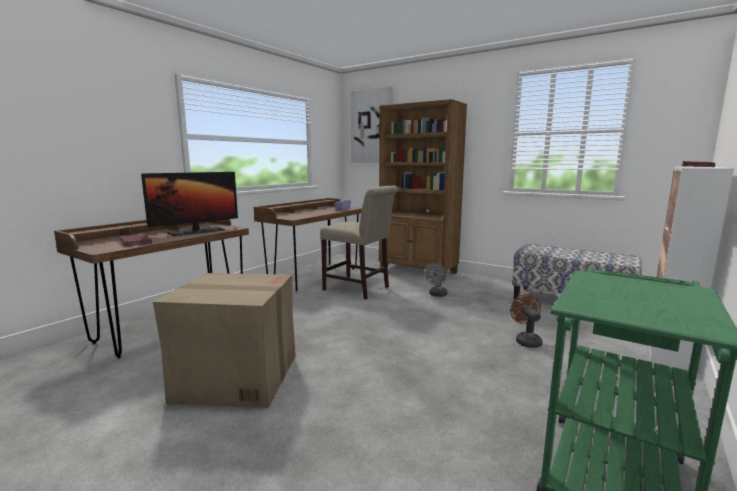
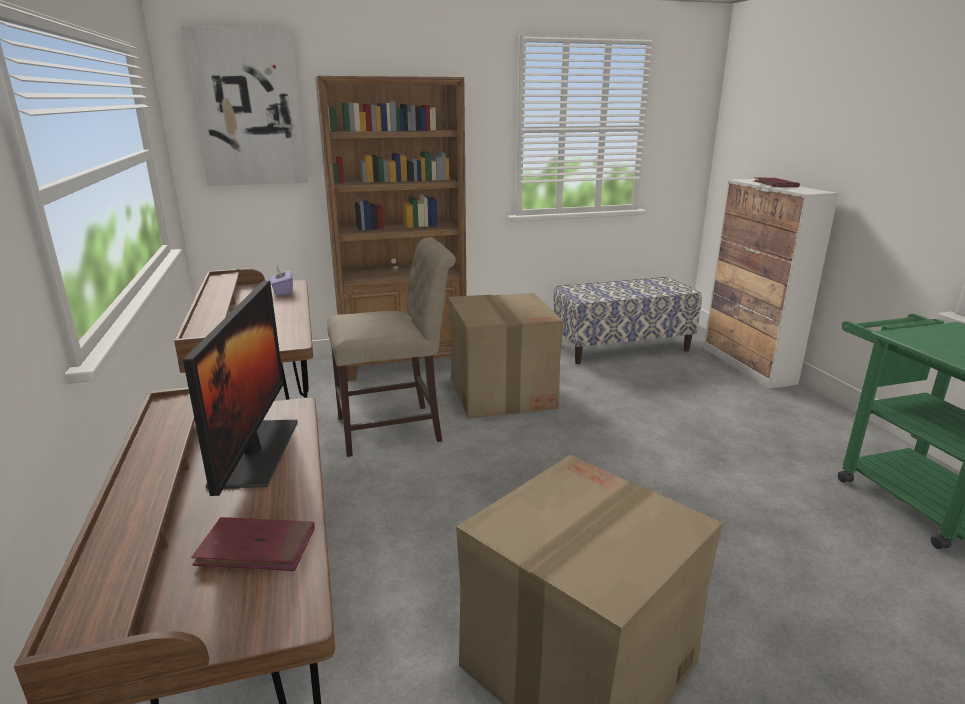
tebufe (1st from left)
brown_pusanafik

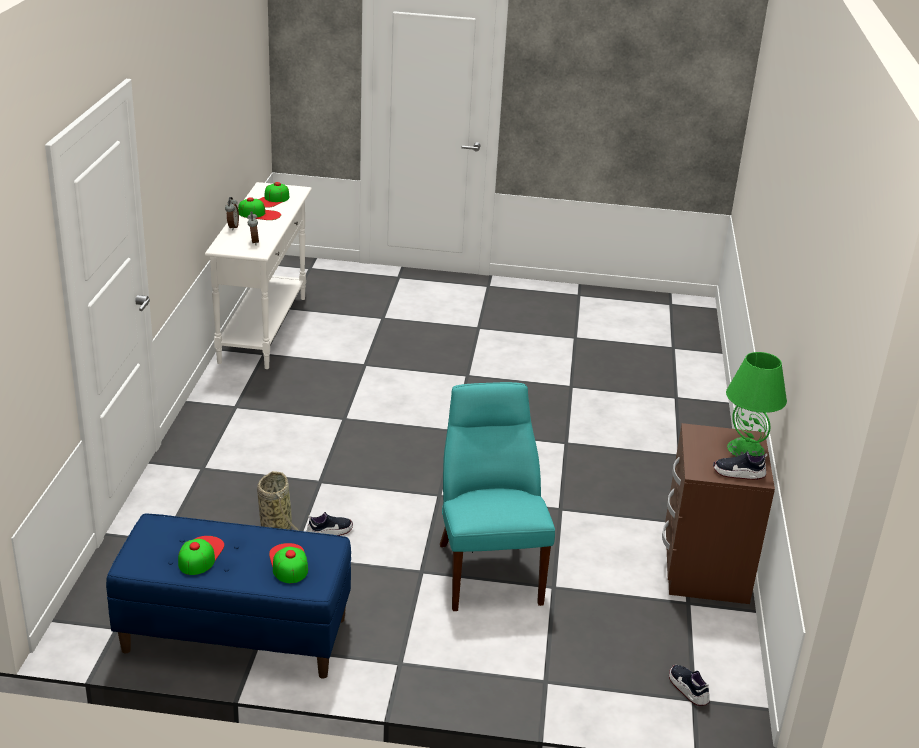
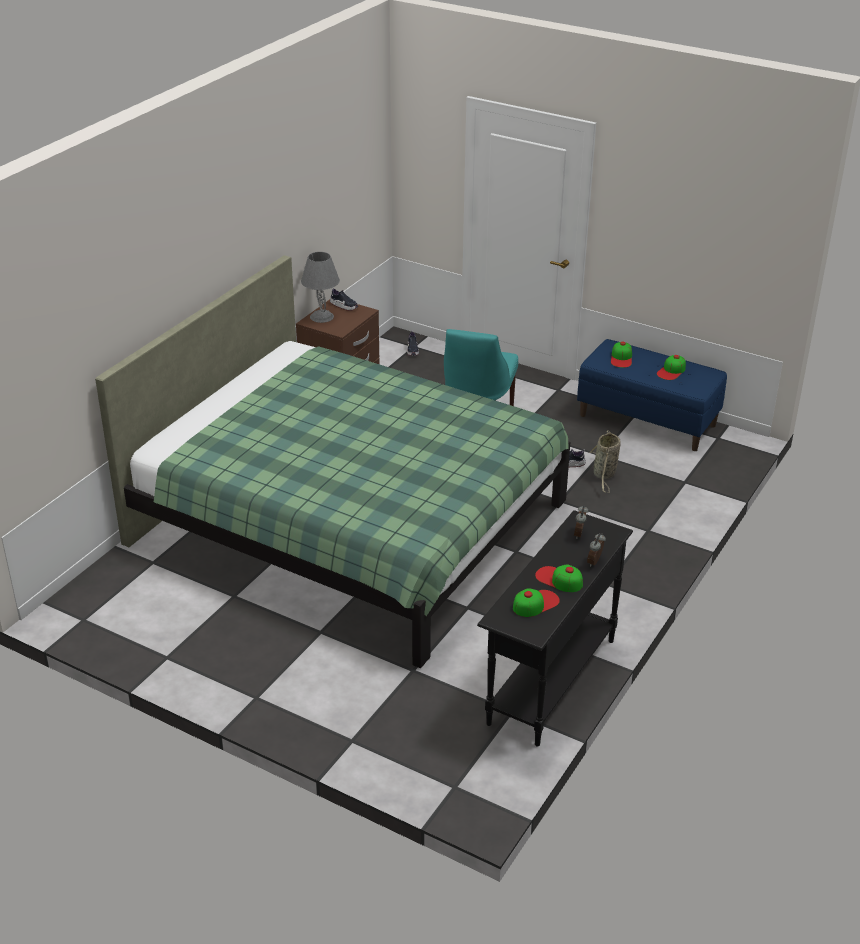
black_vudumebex
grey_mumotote
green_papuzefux

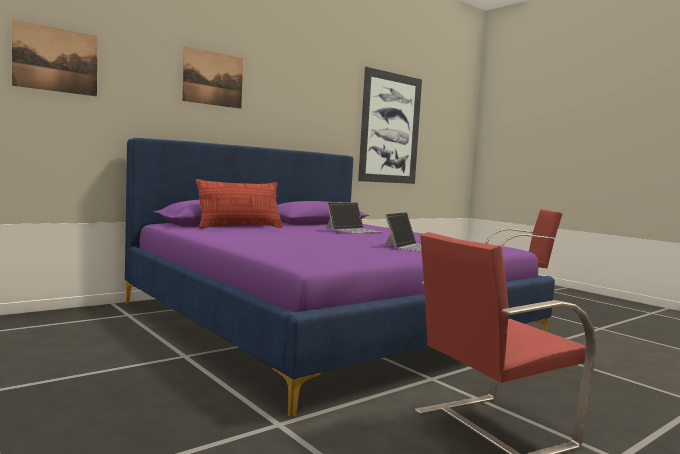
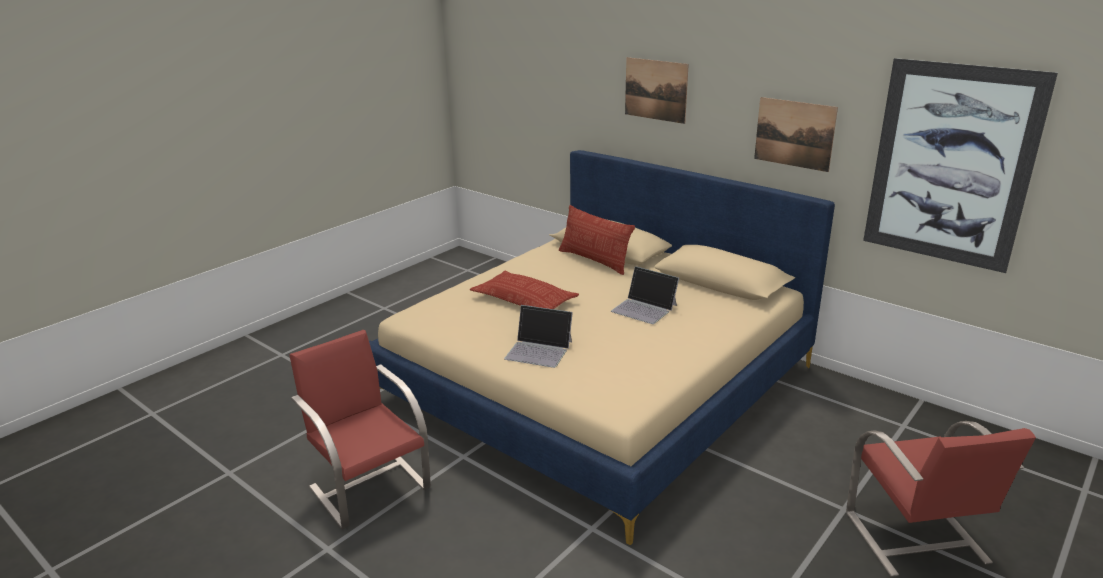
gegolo (2nd from left)
beige_papuzefux
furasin (1st from left)

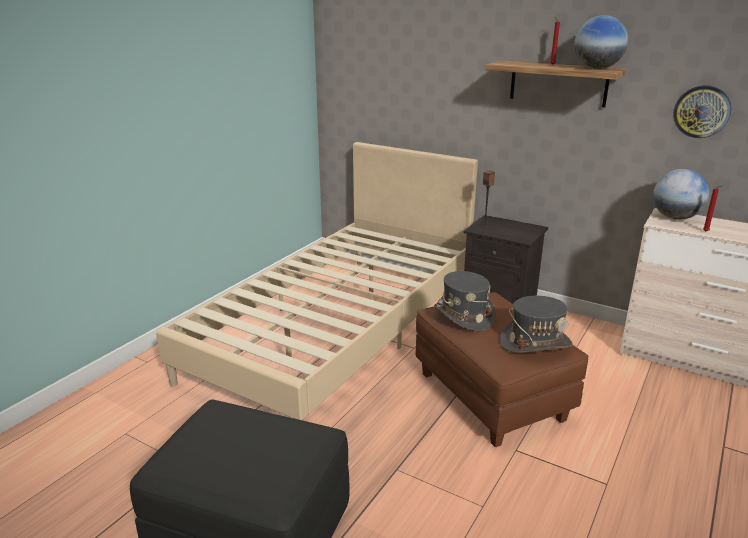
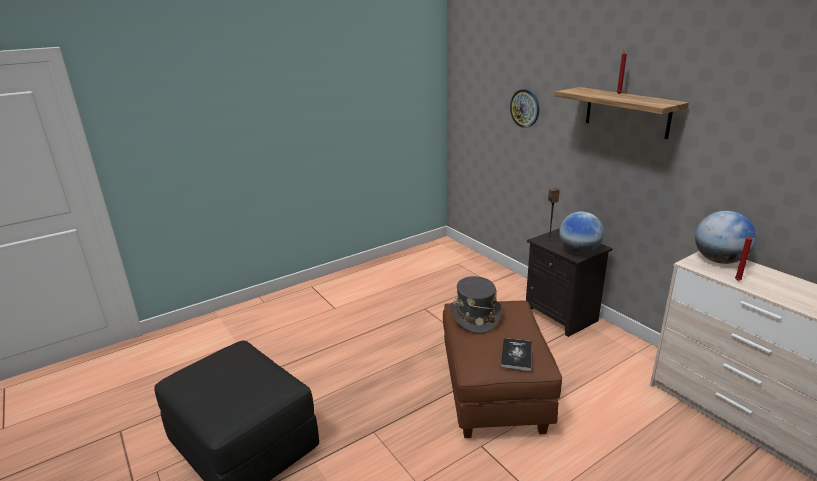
beige_papuzefux
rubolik
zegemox (1st from left)
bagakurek

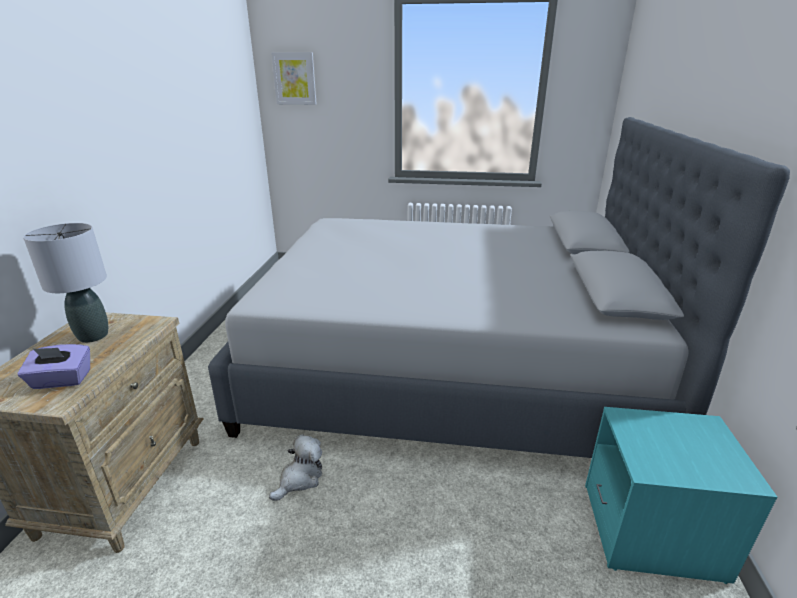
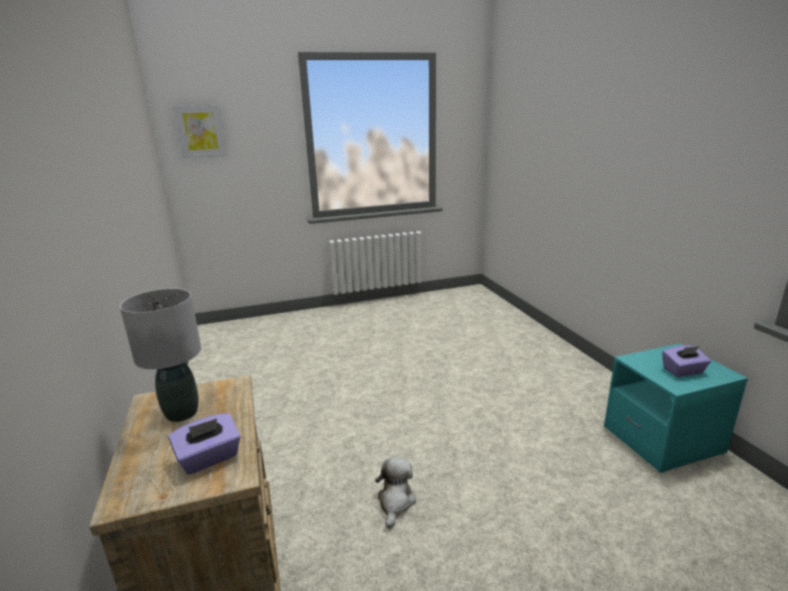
grey_papuzefux
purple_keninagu (2nd from left)

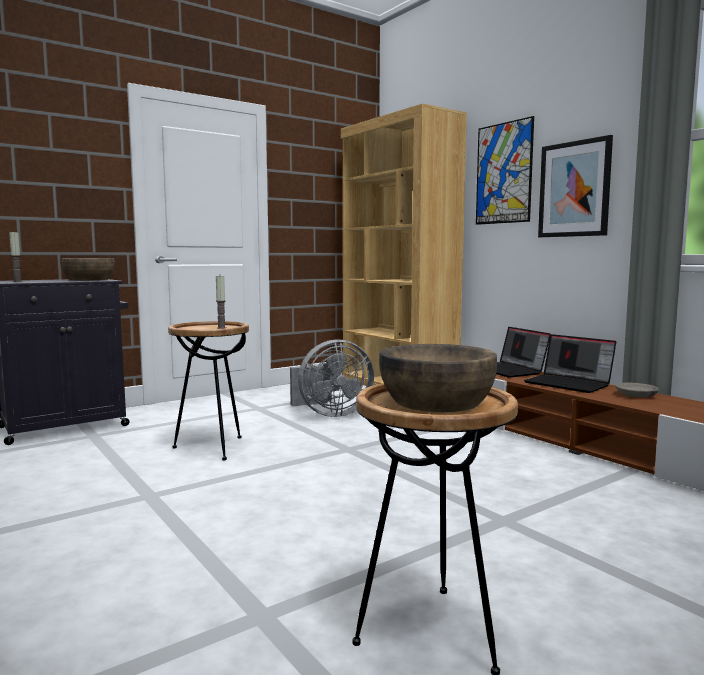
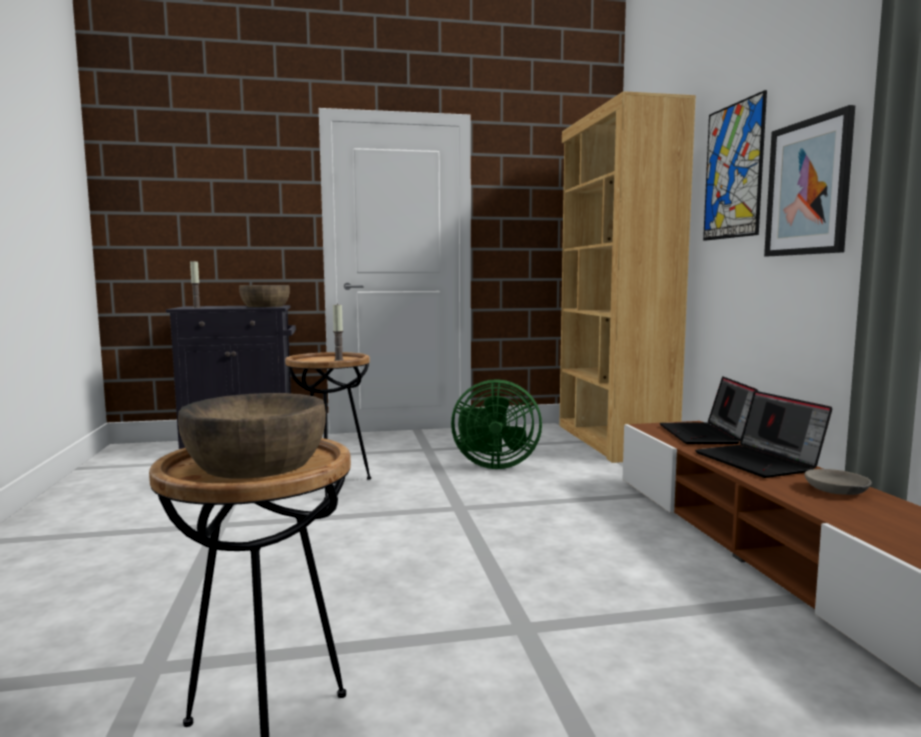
green_pusanafik

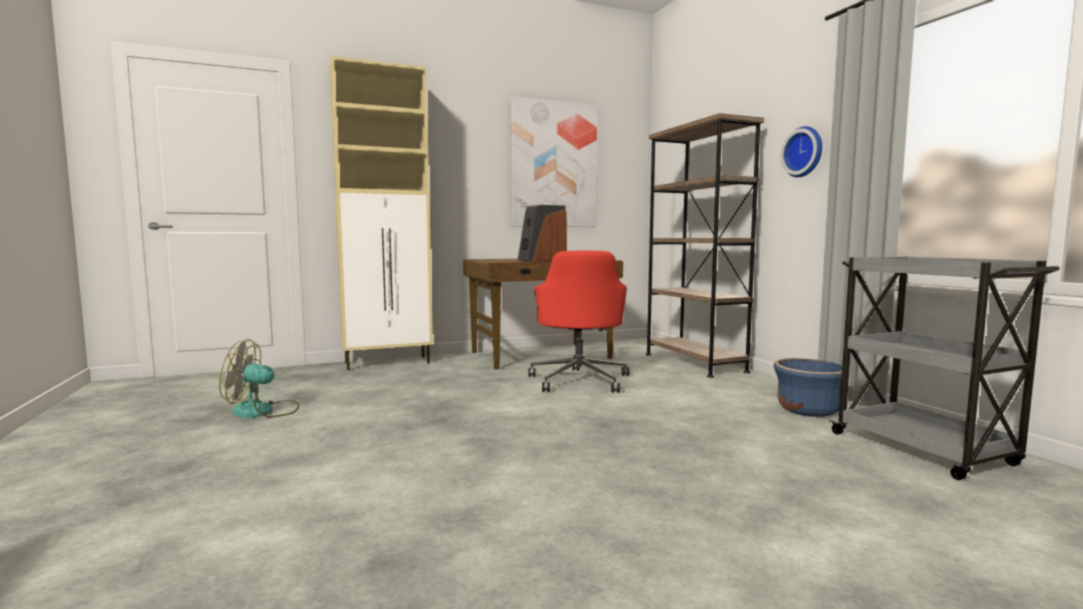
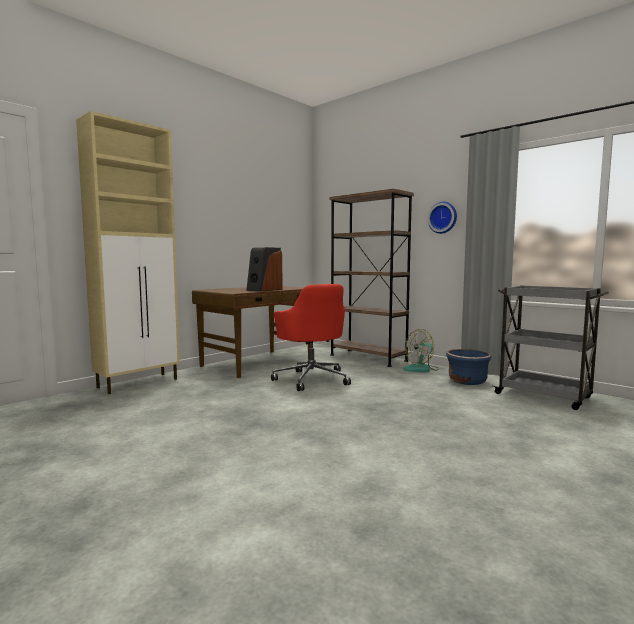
pusanafik
gegolo

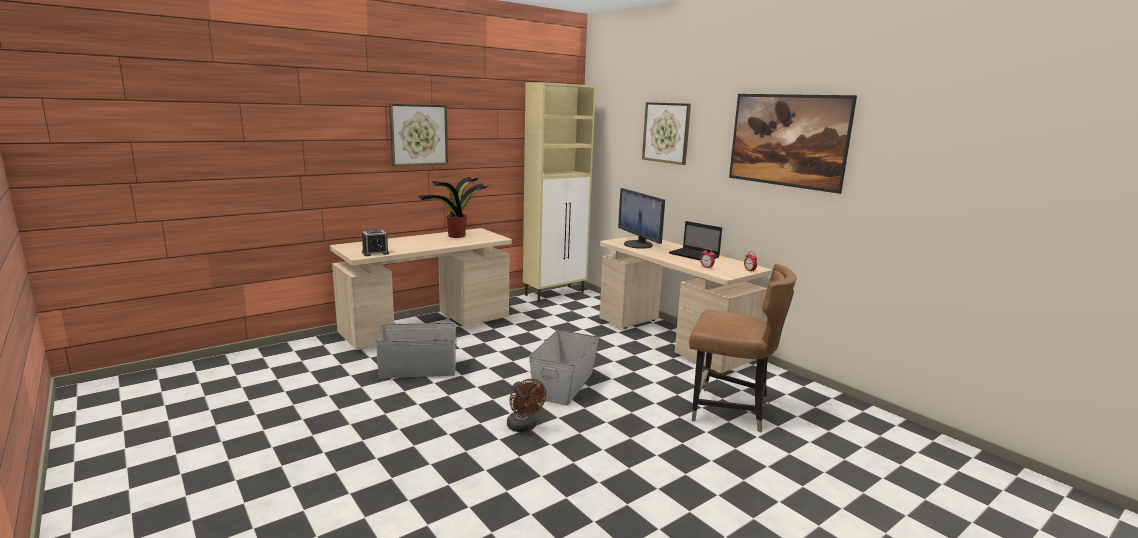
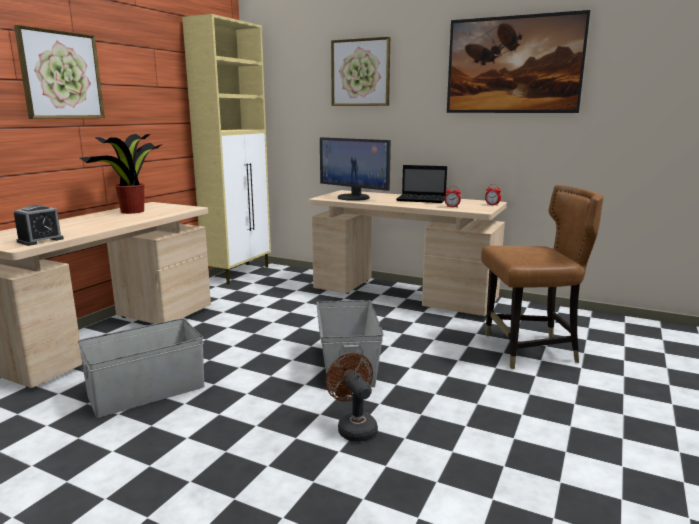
brown_pusanafik

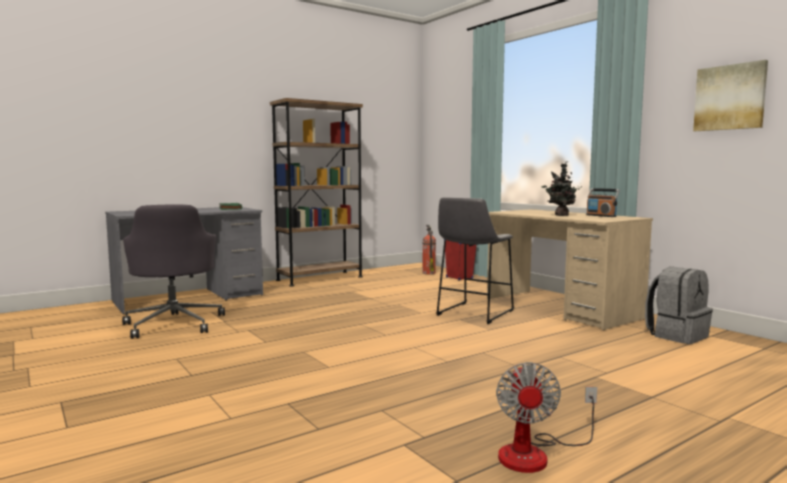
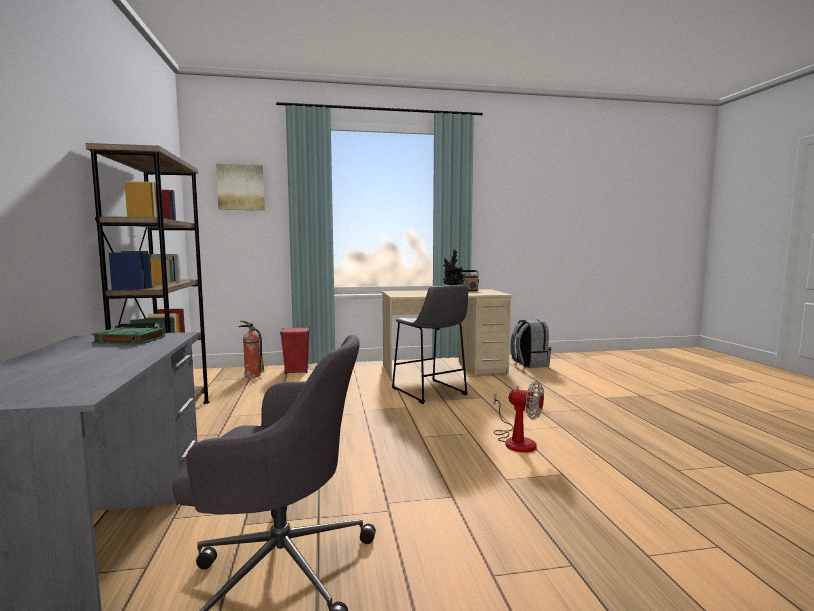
pusanafik
gegolo

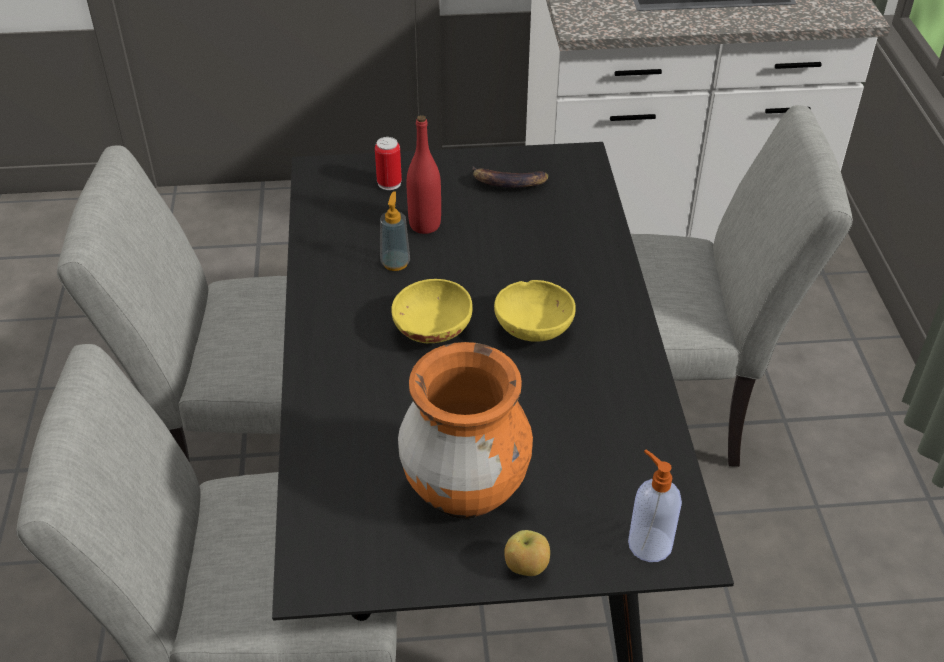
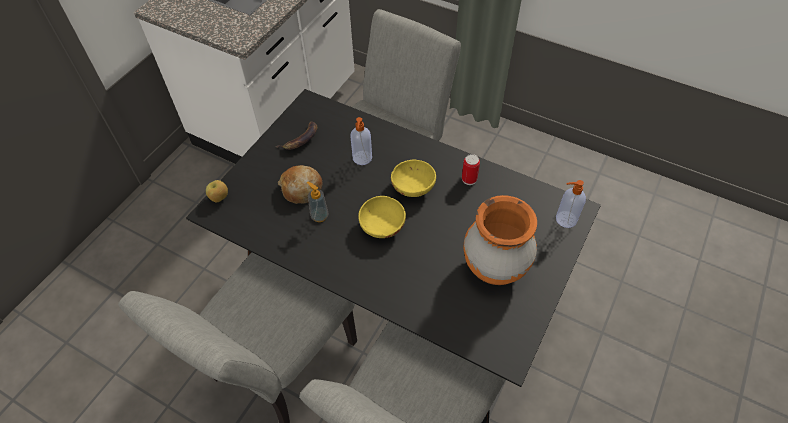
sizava
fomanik
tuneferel
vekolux (2nd from left)

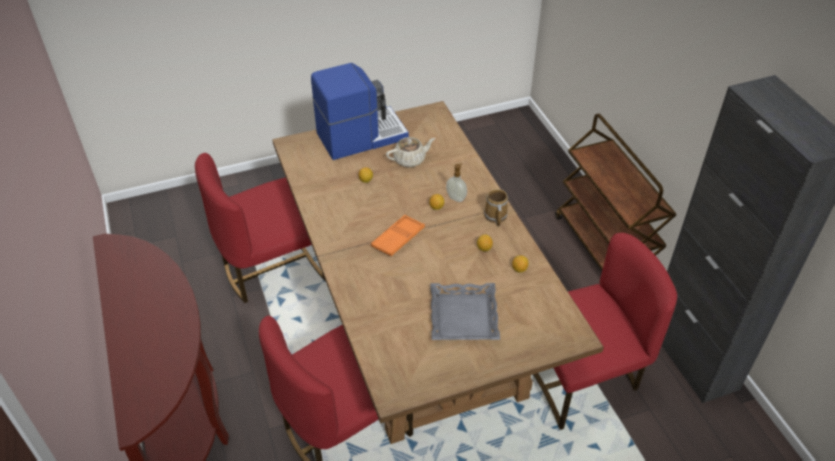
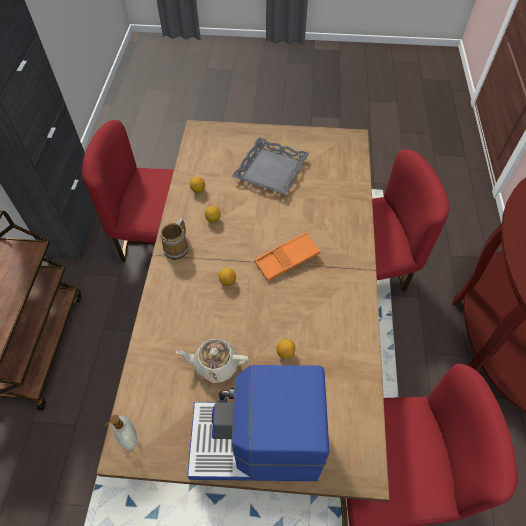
vekolux

